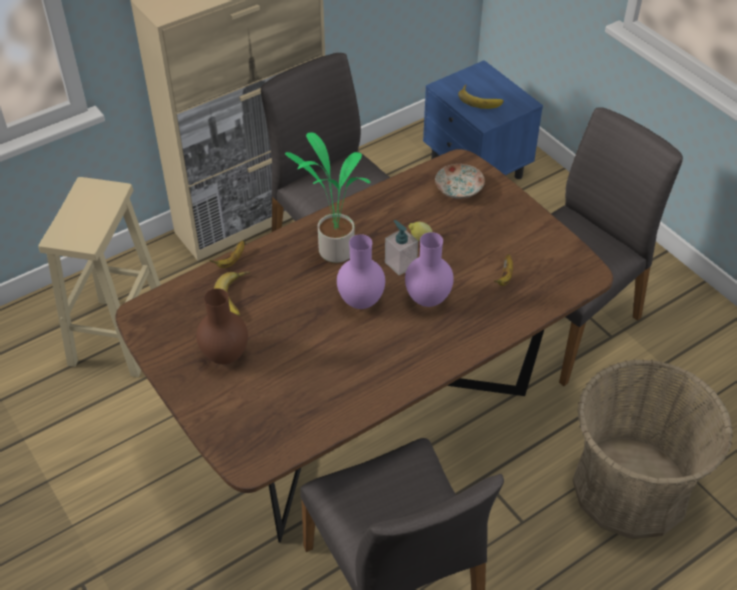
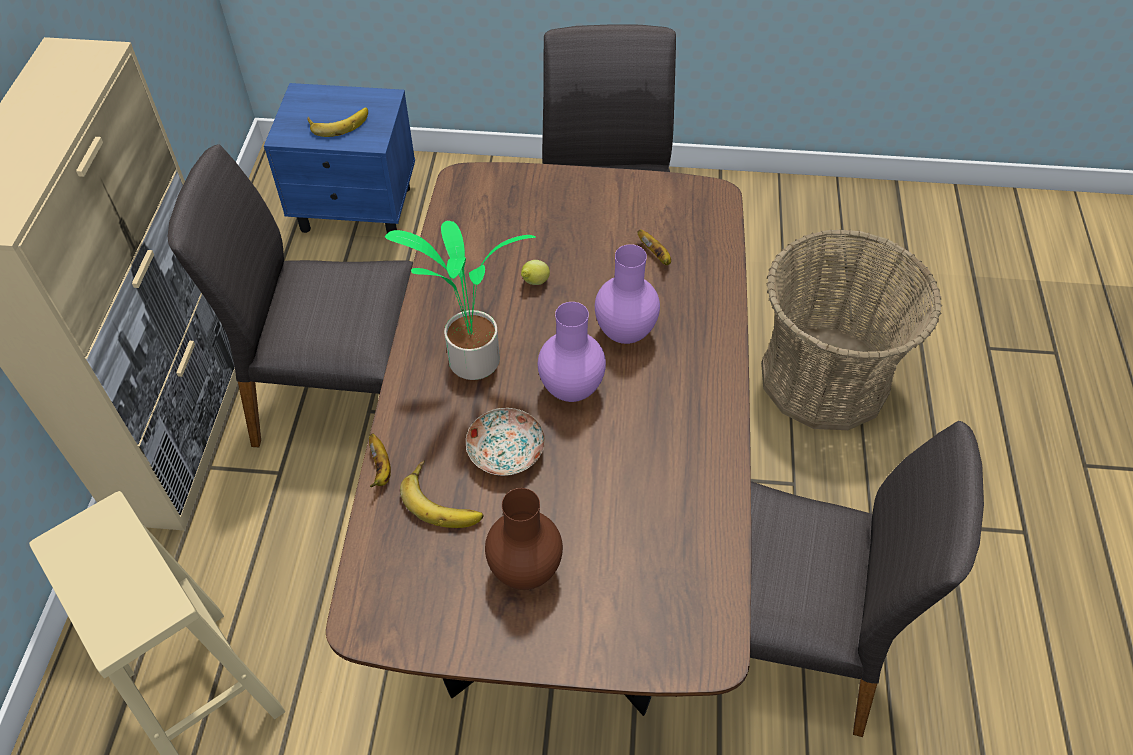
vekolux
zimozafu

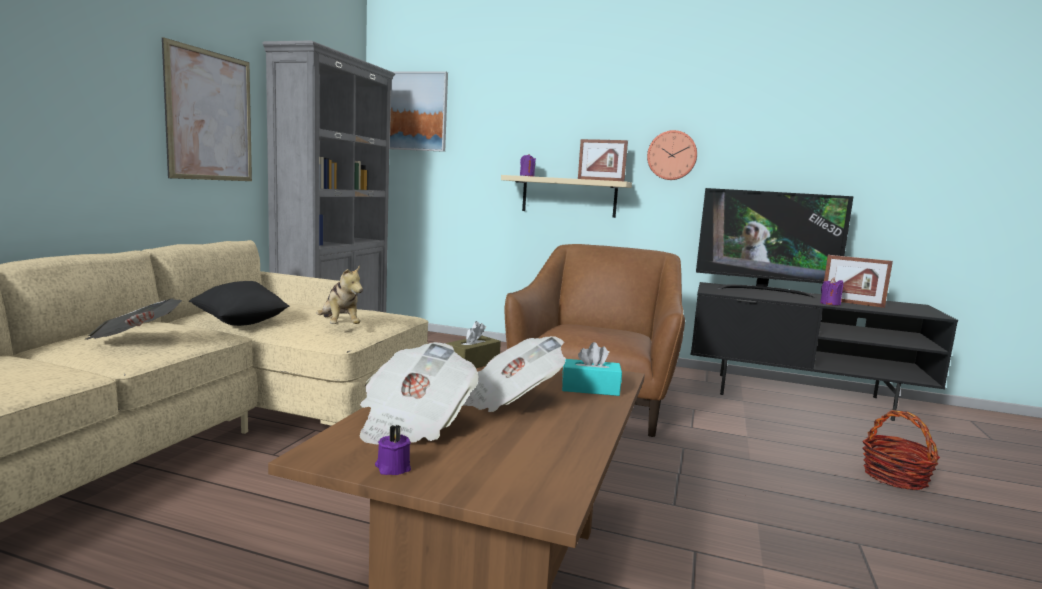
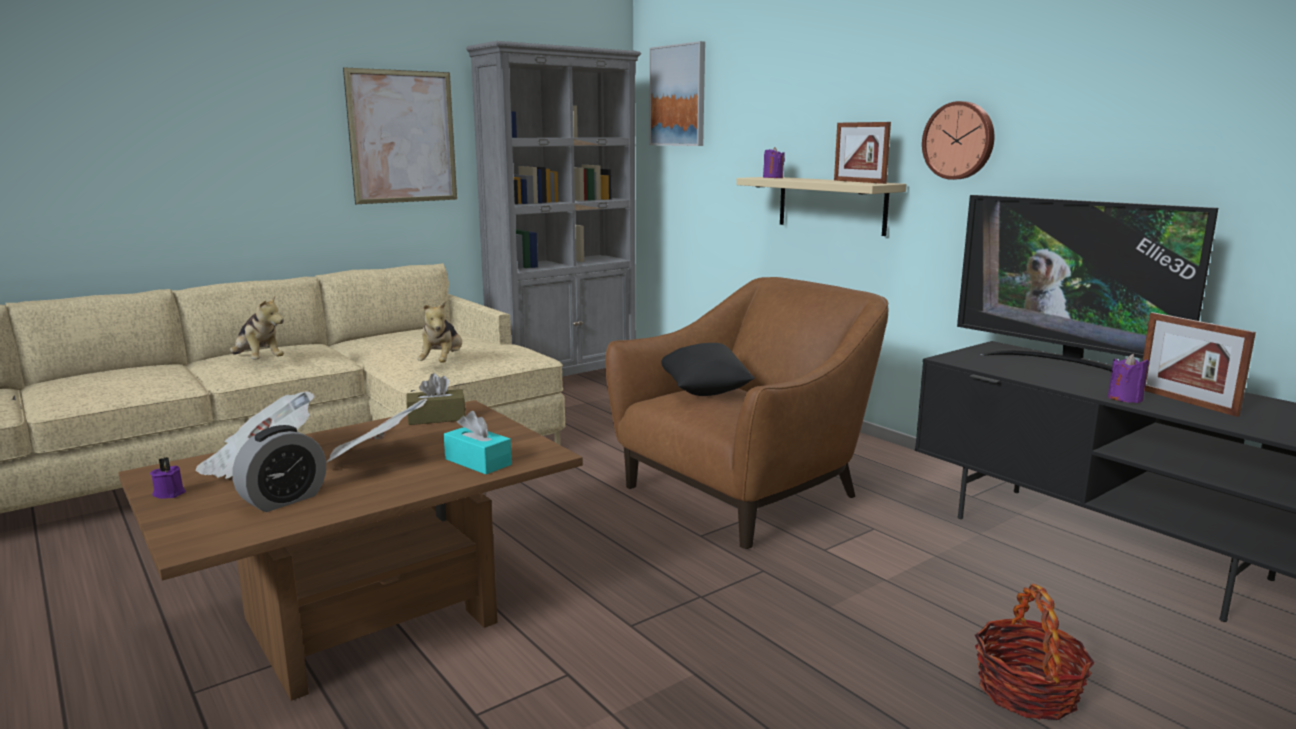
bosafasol (1st from left)
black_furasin
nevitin

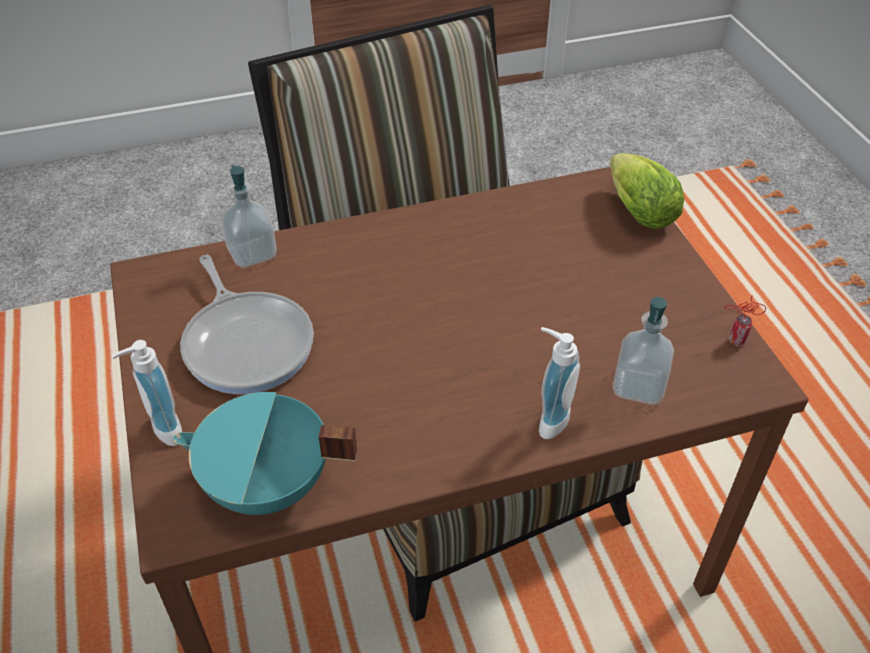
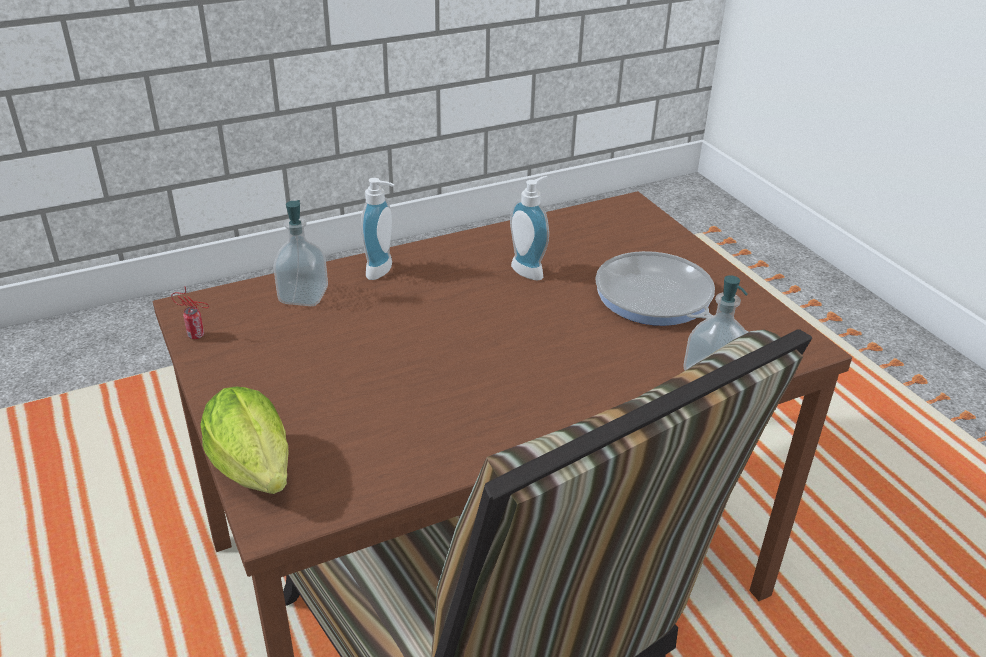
vekolux (3rd from left)
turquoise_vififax

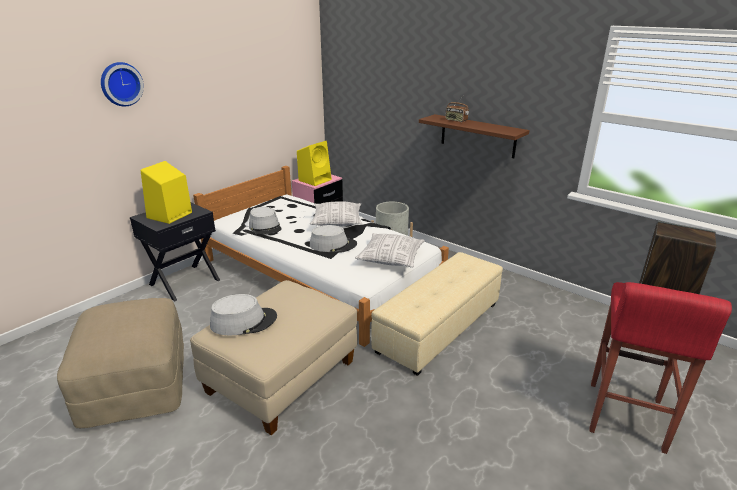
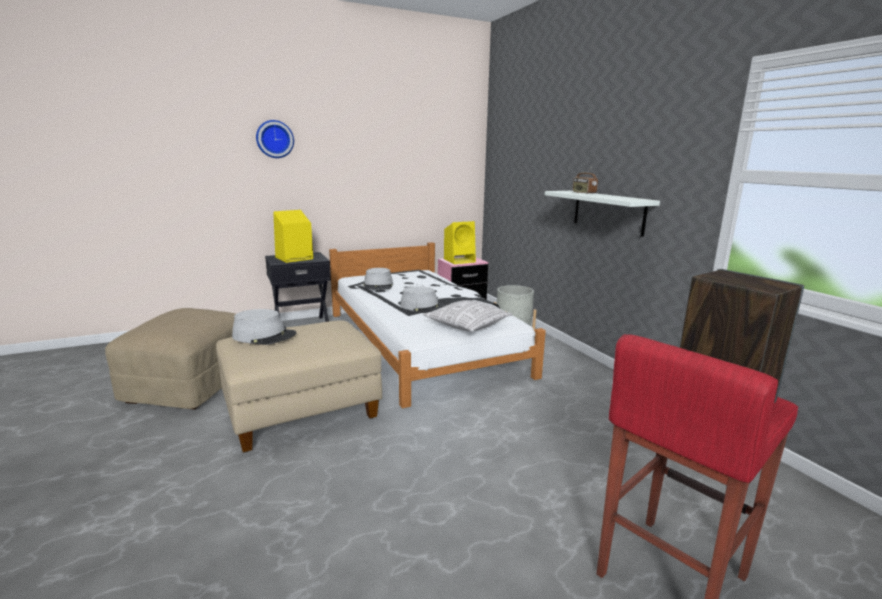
furasin (1st from left in the first image)
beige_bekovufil (3rd from left in the first image)
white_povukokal

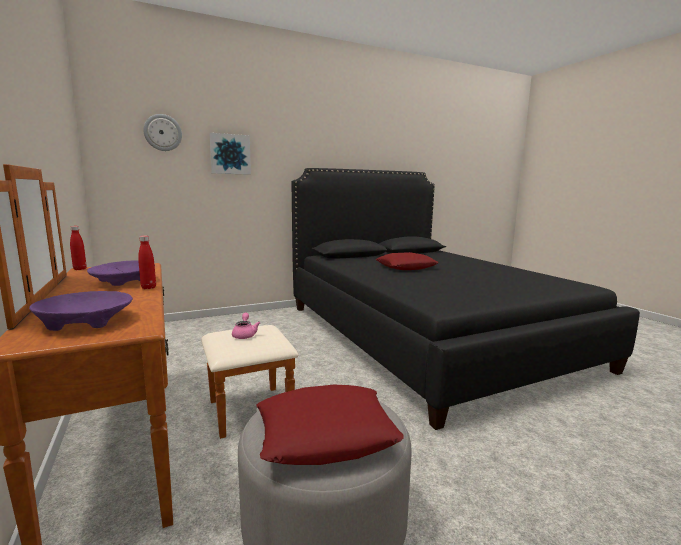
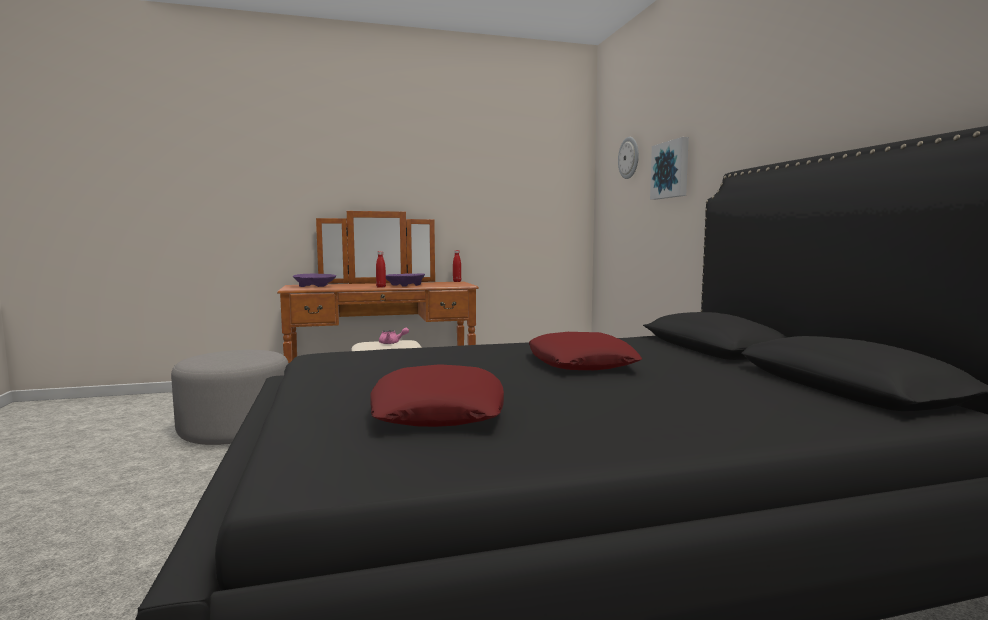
red_furasin (1st from left)

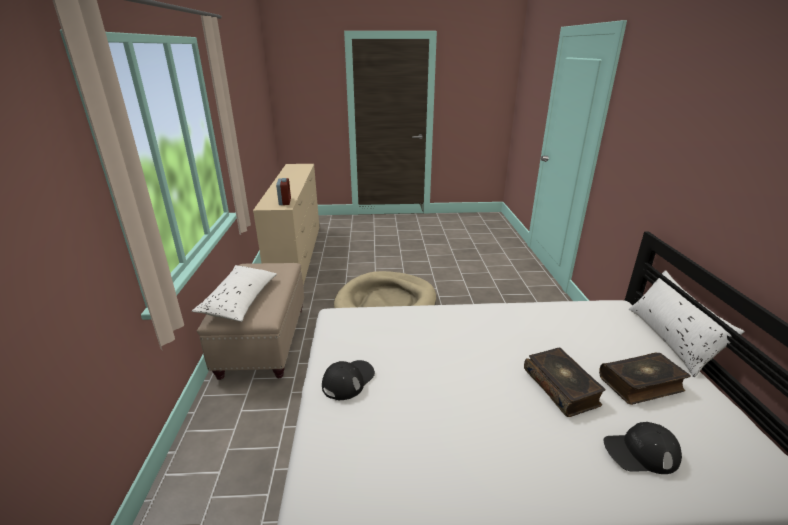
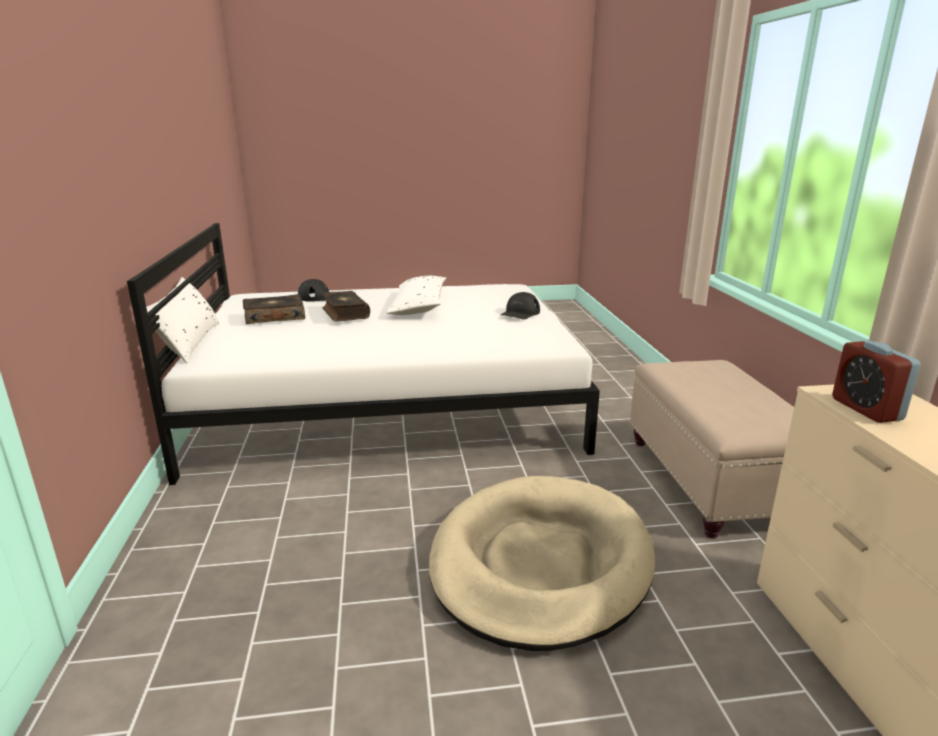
white_furasin (2nd from left)

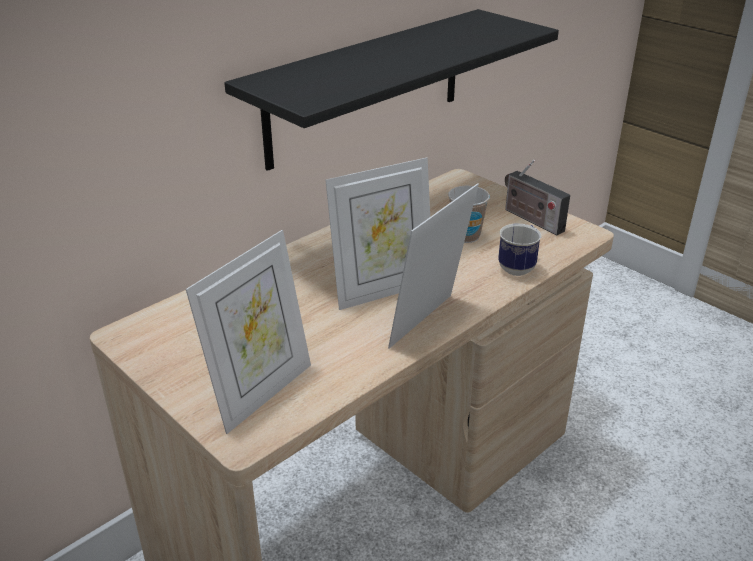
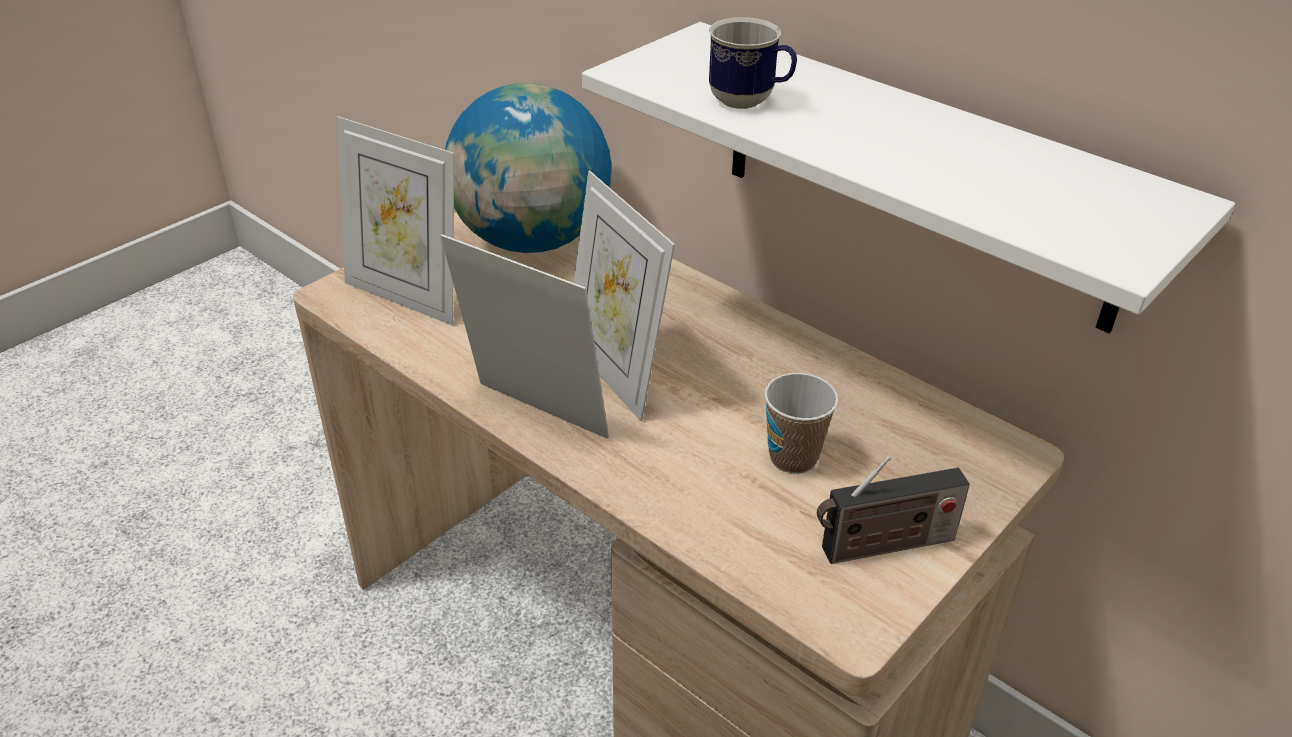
white_povukokal
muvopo
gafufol
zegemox

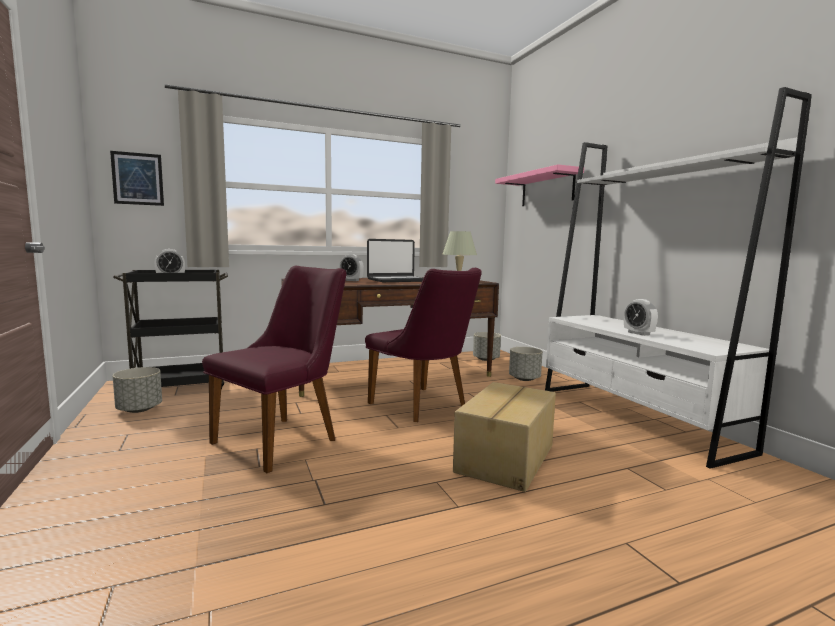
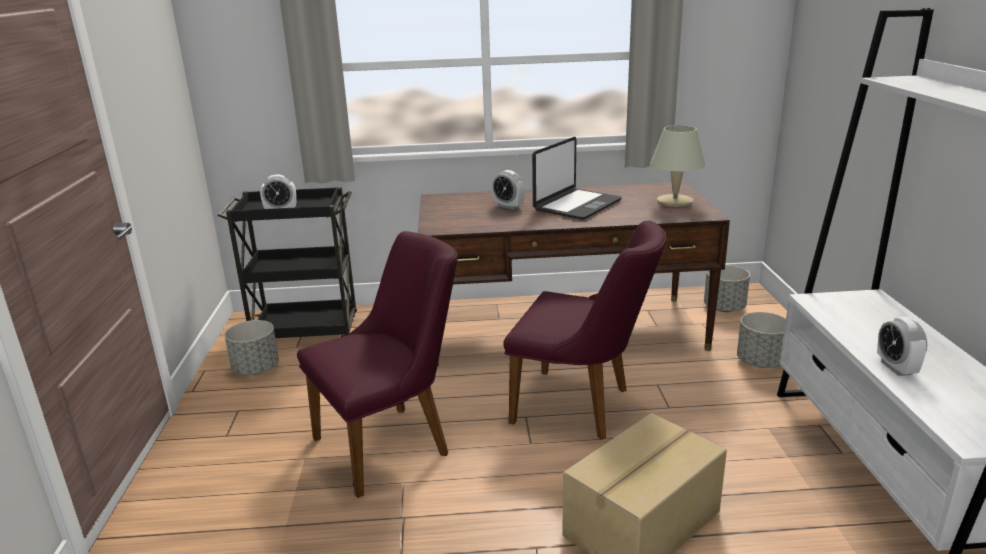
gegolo
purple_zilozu (2nd from left)
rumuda
pink_povukokal

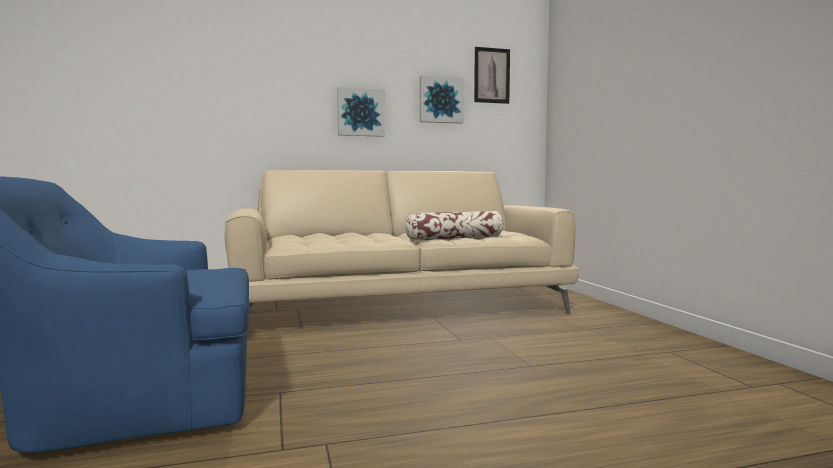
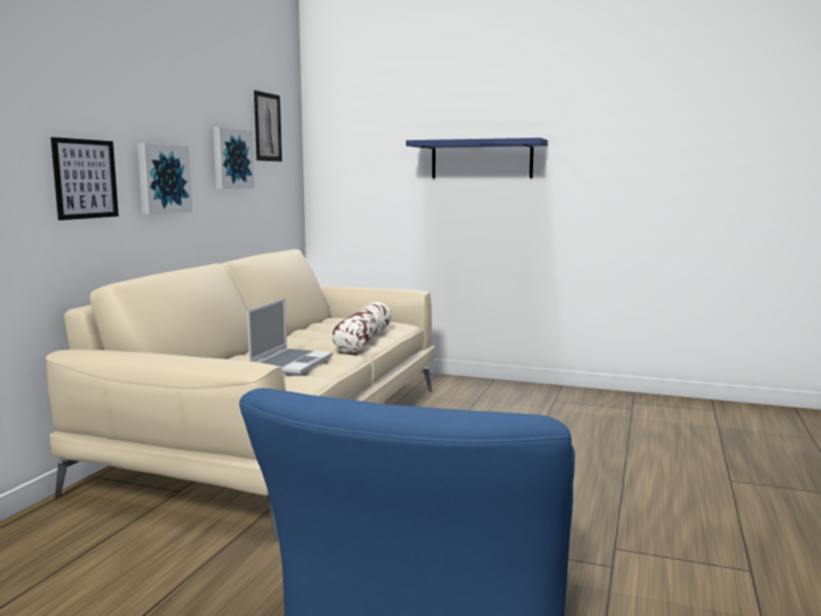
gegolo (1st from left)
rumuda
blue_povukokal

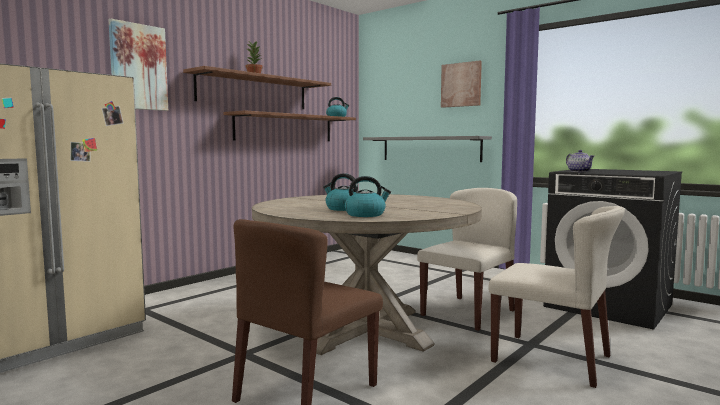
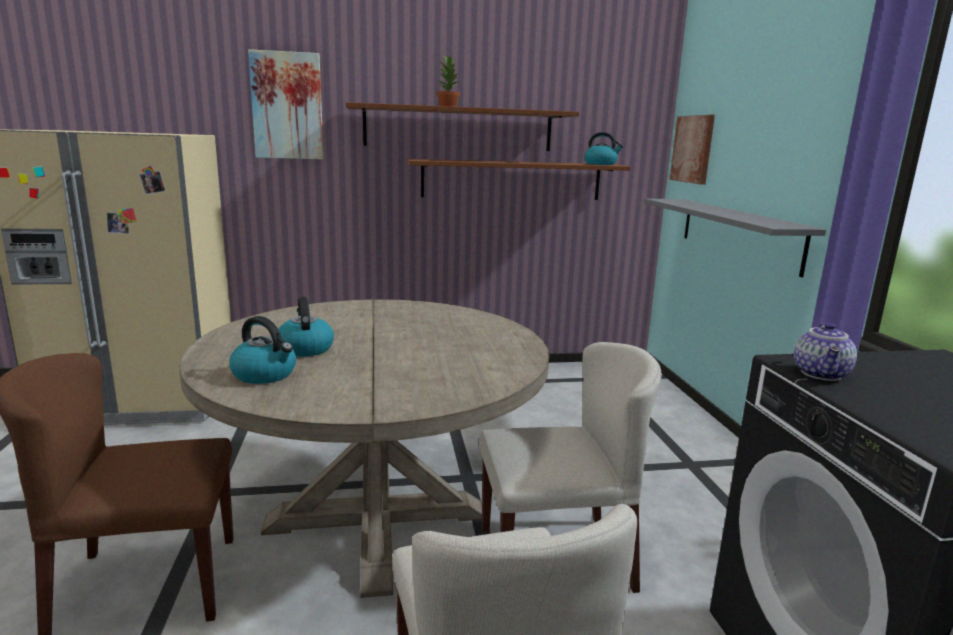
gegolo (2nd from left)

